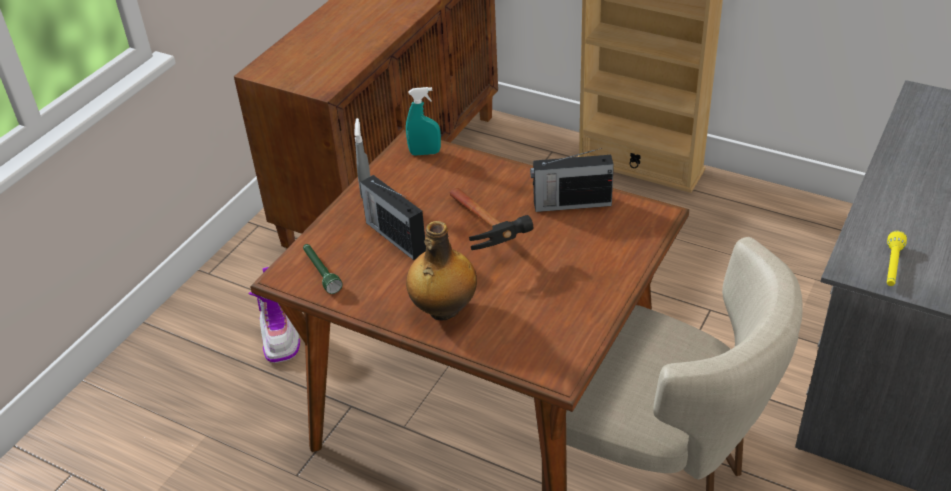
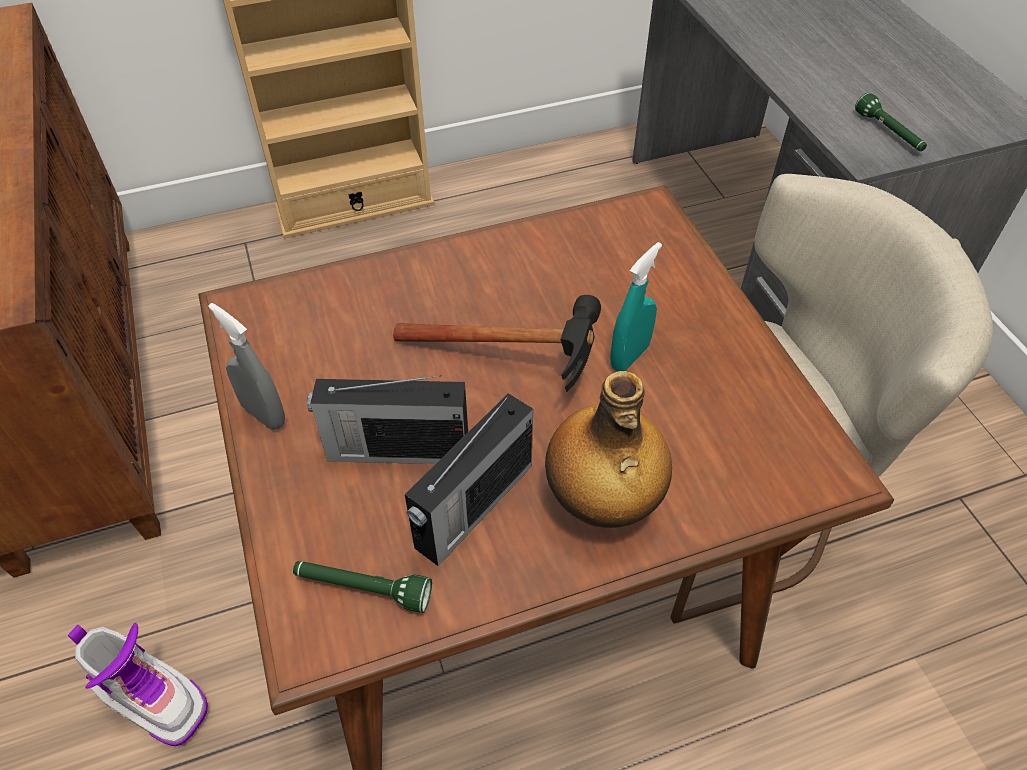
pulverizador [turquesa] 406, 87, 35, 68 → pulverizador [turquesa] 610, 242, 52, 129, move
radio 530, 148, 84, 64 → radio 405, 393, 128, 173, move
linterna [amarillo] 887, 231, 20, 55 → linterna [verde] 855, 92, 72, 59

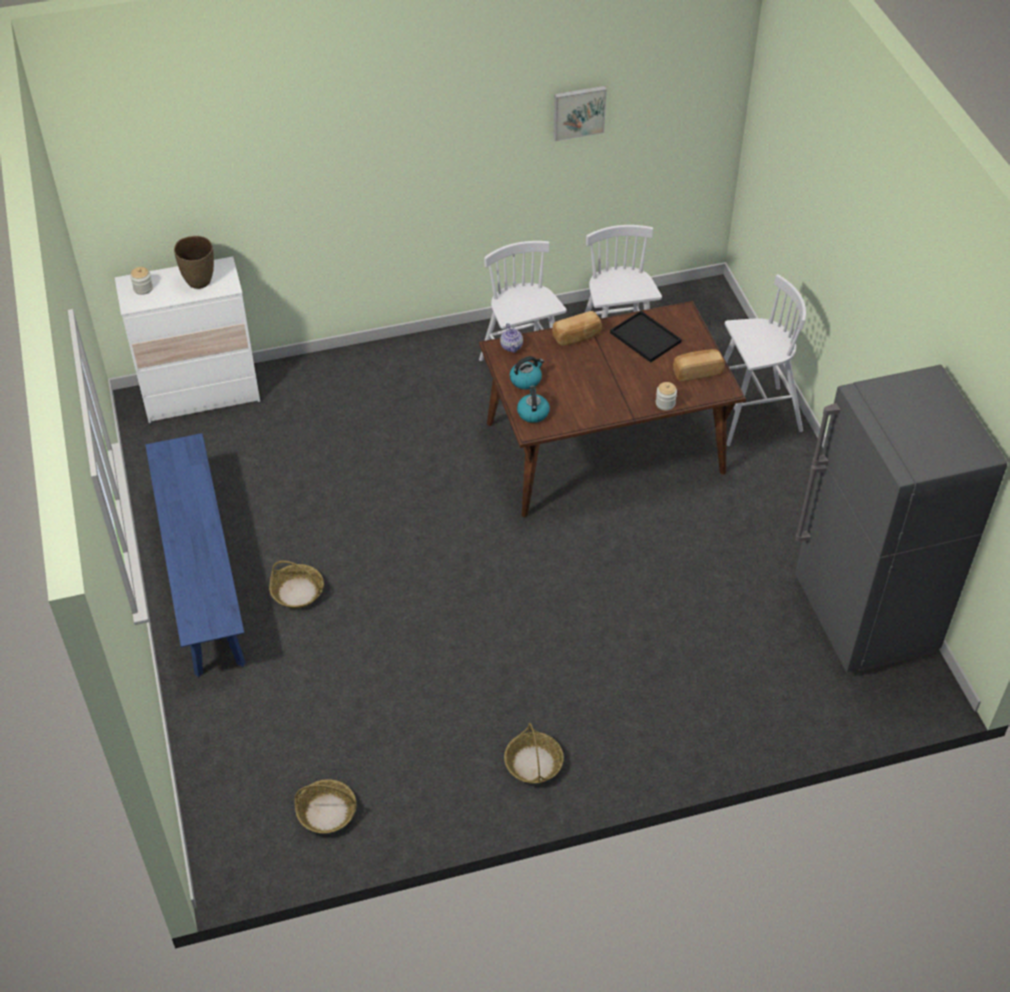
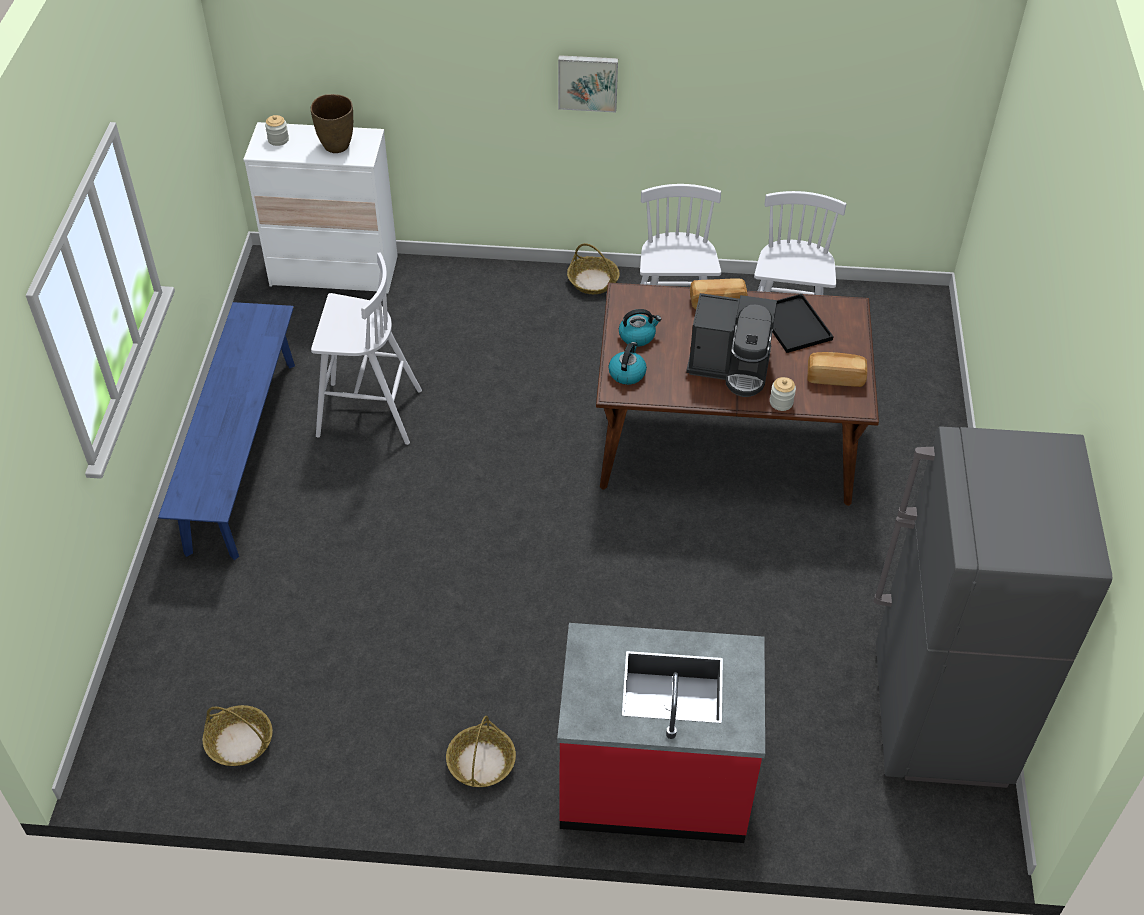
cesta 269, 561, 55, 48 → cesta 567, 243, 53, 51, move
tetera 500, 323, 23, 30 → -
cuadro 553, 86, 54, 55 → cuadro 558, 55, 60, 57, move
taburete [blanco] 724, 274, 82, 172 → taburete [blanco] 311, 253, 111, 192, move
- → mueble bajo de cocina [rojo] 557, 623, 208, 220
- → cafetera 686, 293, 91, 104

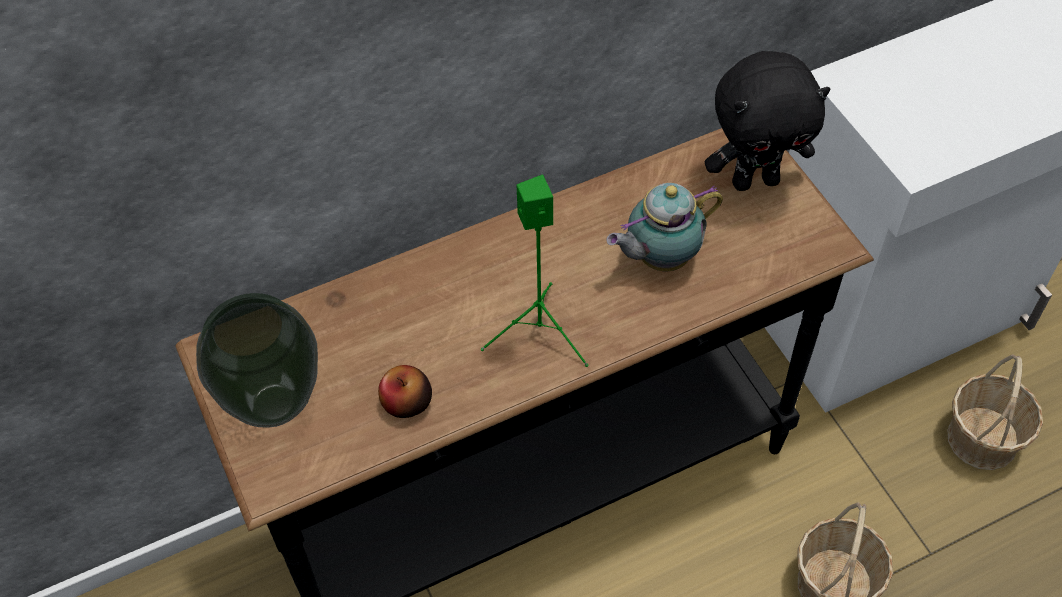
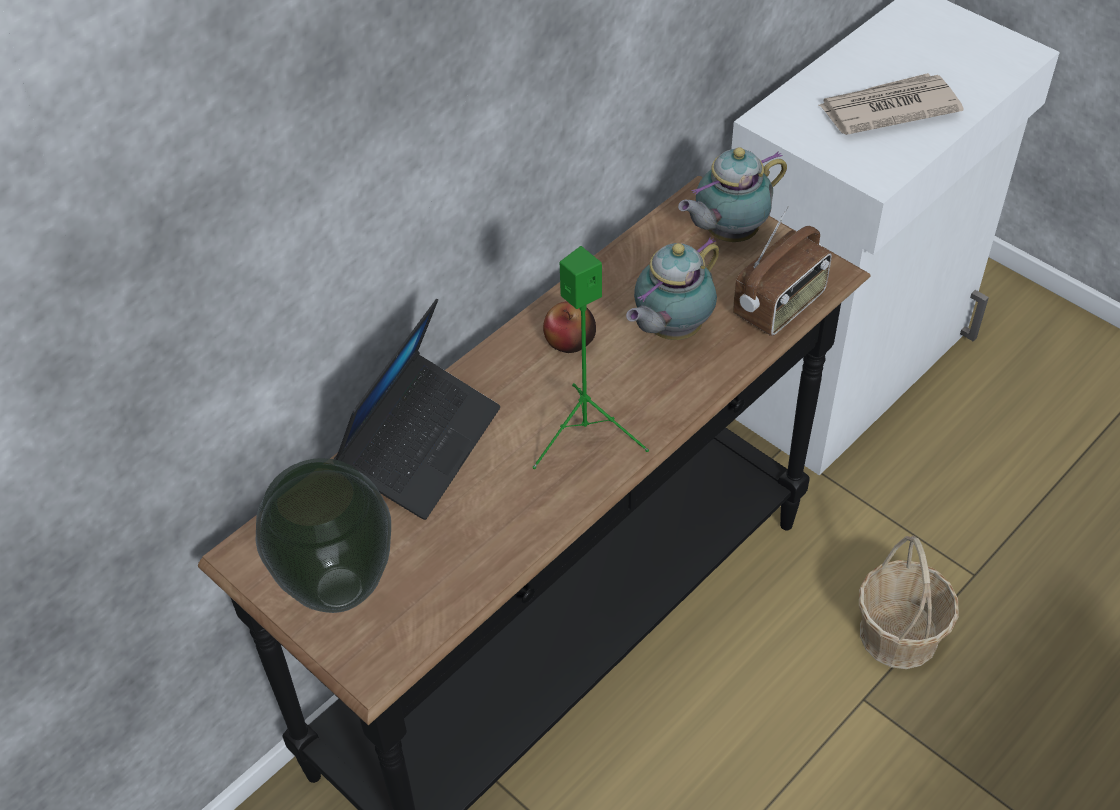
manzana 378, 365, 54, 53 → manzana 543, 301, 53, 52, move
peluche [negro] 705, 51, 126, 140 → tetera 678, 147, 109, 95
cesta 947, 354, 96, 116 → -
- → portátil 334, 299, 166, 221
- → radio 733, 206, 99, 130
- → periódico 818, 73, 146, 62

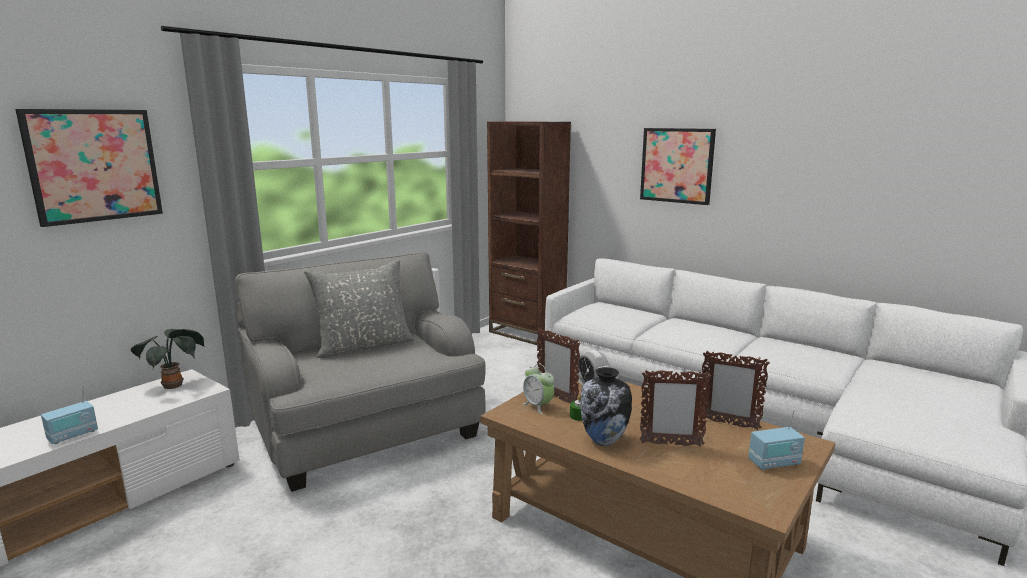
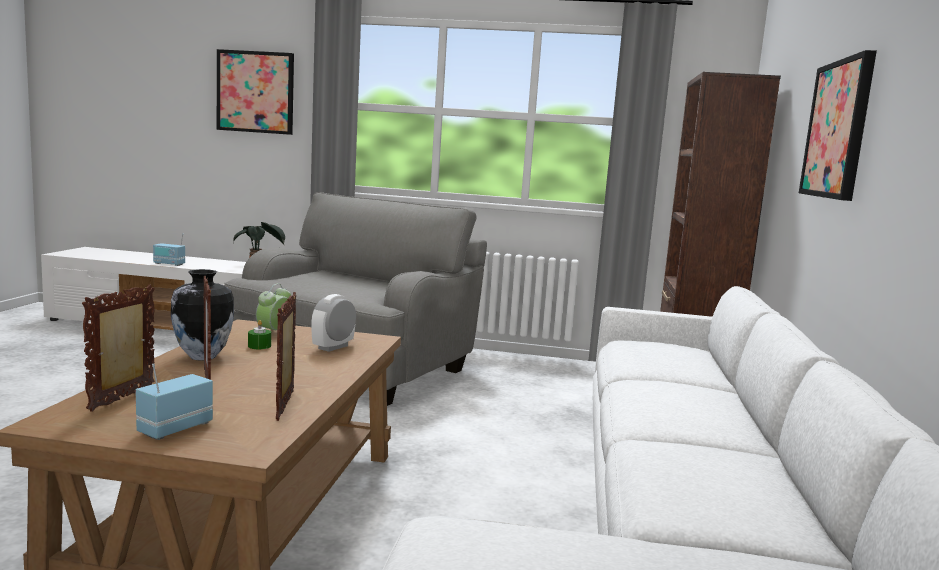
cojín [gris] 304, 260, 110, 98 → -
portarretratos 537, 328, 43, 75 → portarretratos 82, 284, 73, 128, move
radio 748, 410, 57, 60 → radio 135, 364, 78, 76, 75 degrees clockwise

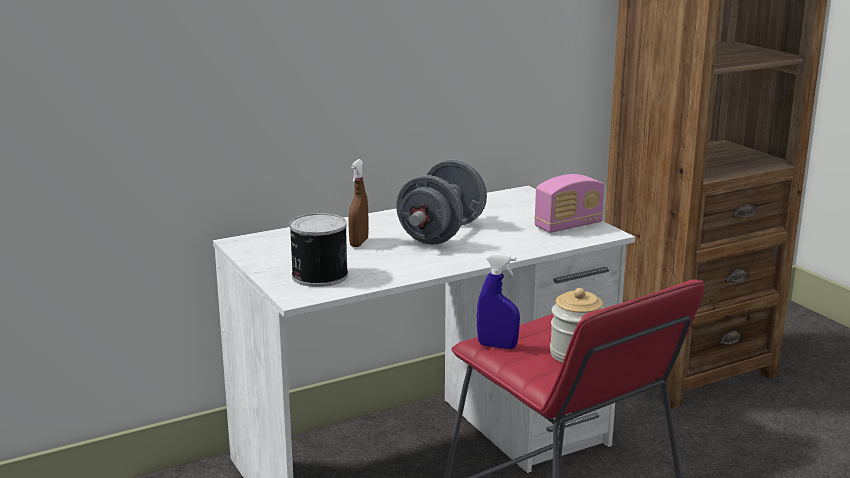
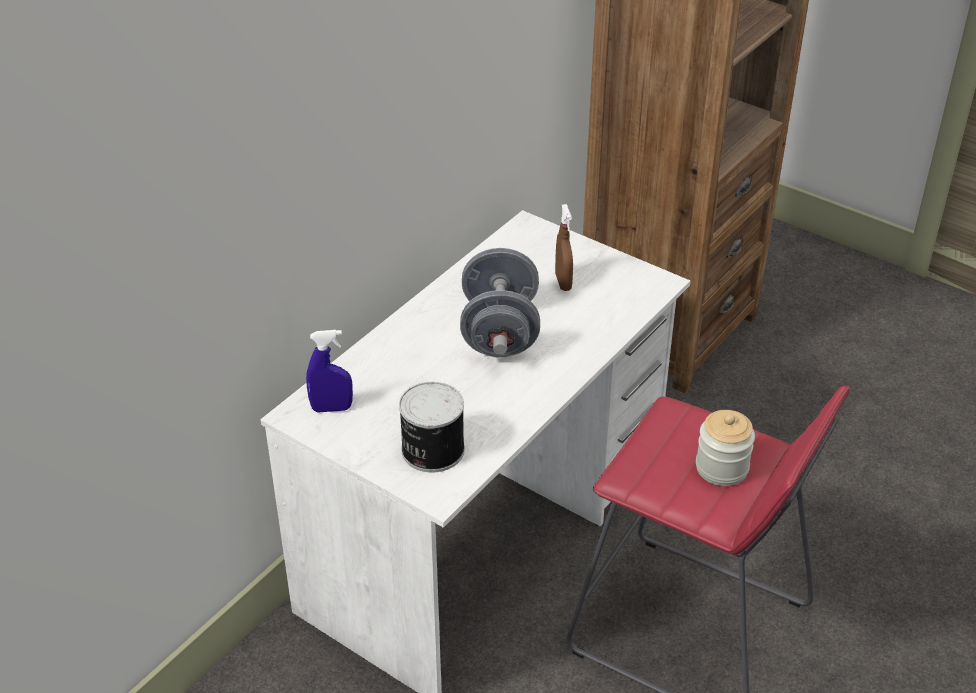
pulverizador [marrón] 349, 159, 20, 88 → pulverizador [marrón] 555, 204, 18, 87, move
pulverizador [azul] 477, 254, 43, 95 → pulverizador [azul] 306, 330, 47, 82, move
radio 534, 174, 70, 59 → -

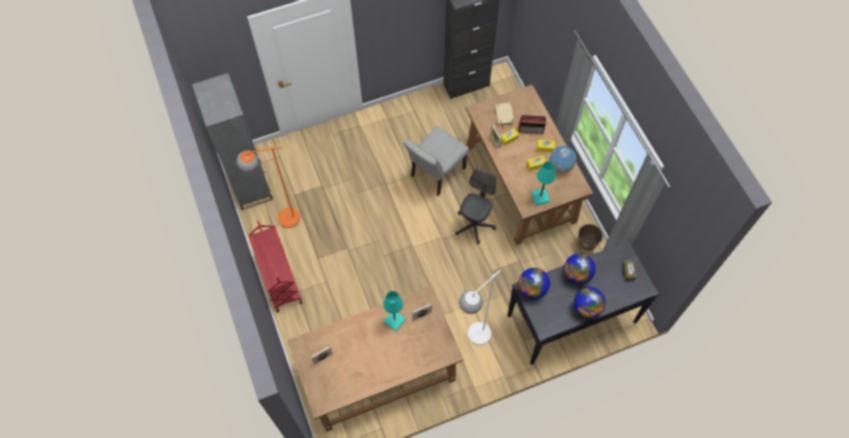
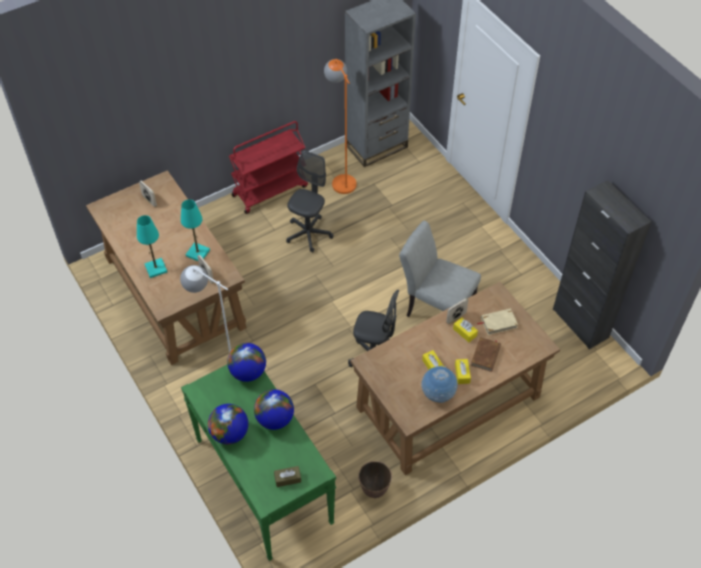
mesa consola [negro] 507, 240, 152, 125 → mesa consola [verde] 181, 365, 155, 196
radio 519, 115, 28, 19 → libro [marrón] 471, 337, 30, 35
lámpara de mesa [turquesa] 531, 161, 24, 44 → lámpara de mesa [turquesa] 137, 215, 30, 63, move
- → silla de oficina [gris] 286, 151, 48, 102

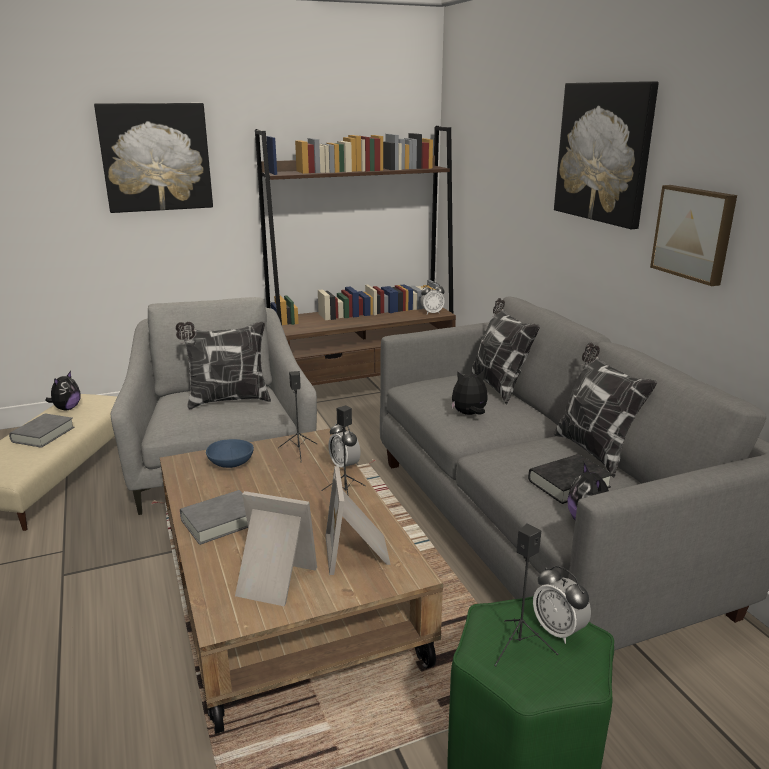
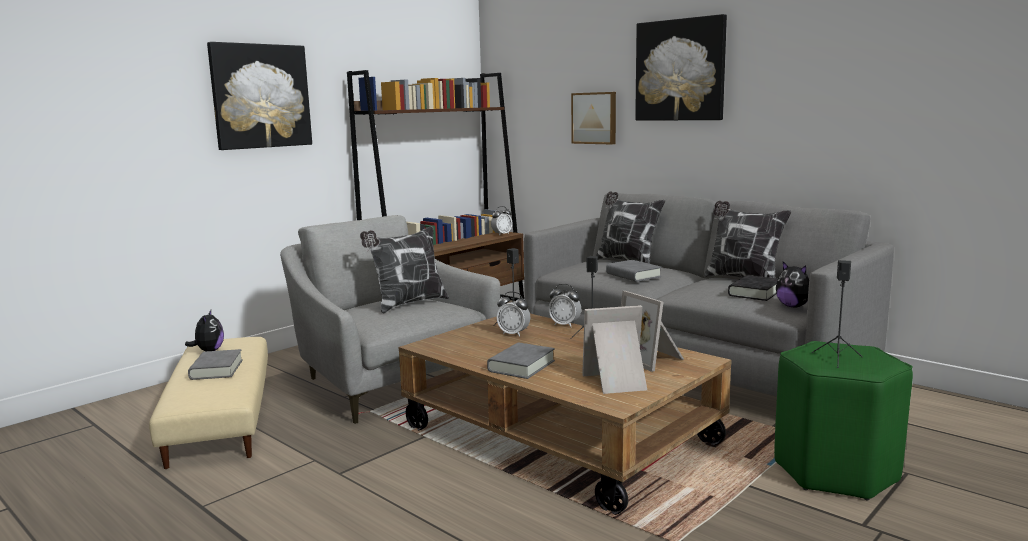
cuenco [azul] 206, 439, 48, 29 → -
peluche 451, 371, 37, 44 → libro [gris] 606, 260, 55, 22
despertador 533, 566, 58, 78 → despertador 497, 292, 33, 45, move
cuadro 650, 185, 87, 101 → cuadro 571, 92, 45, 53, move

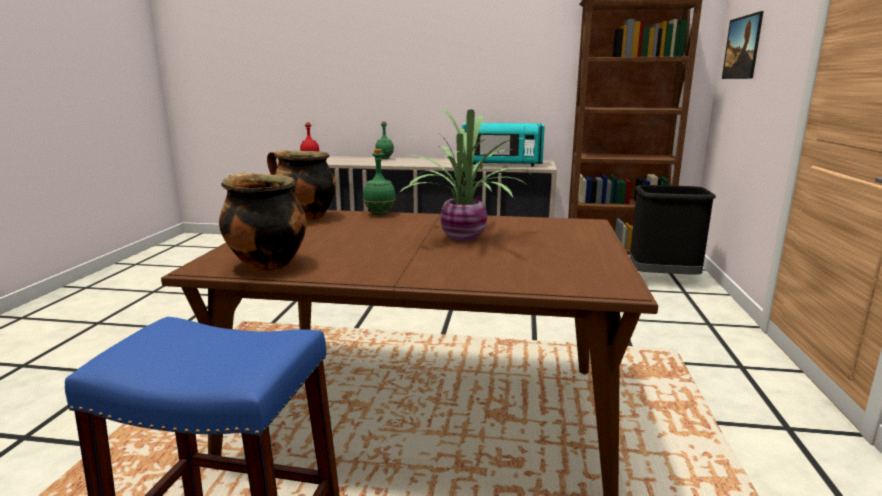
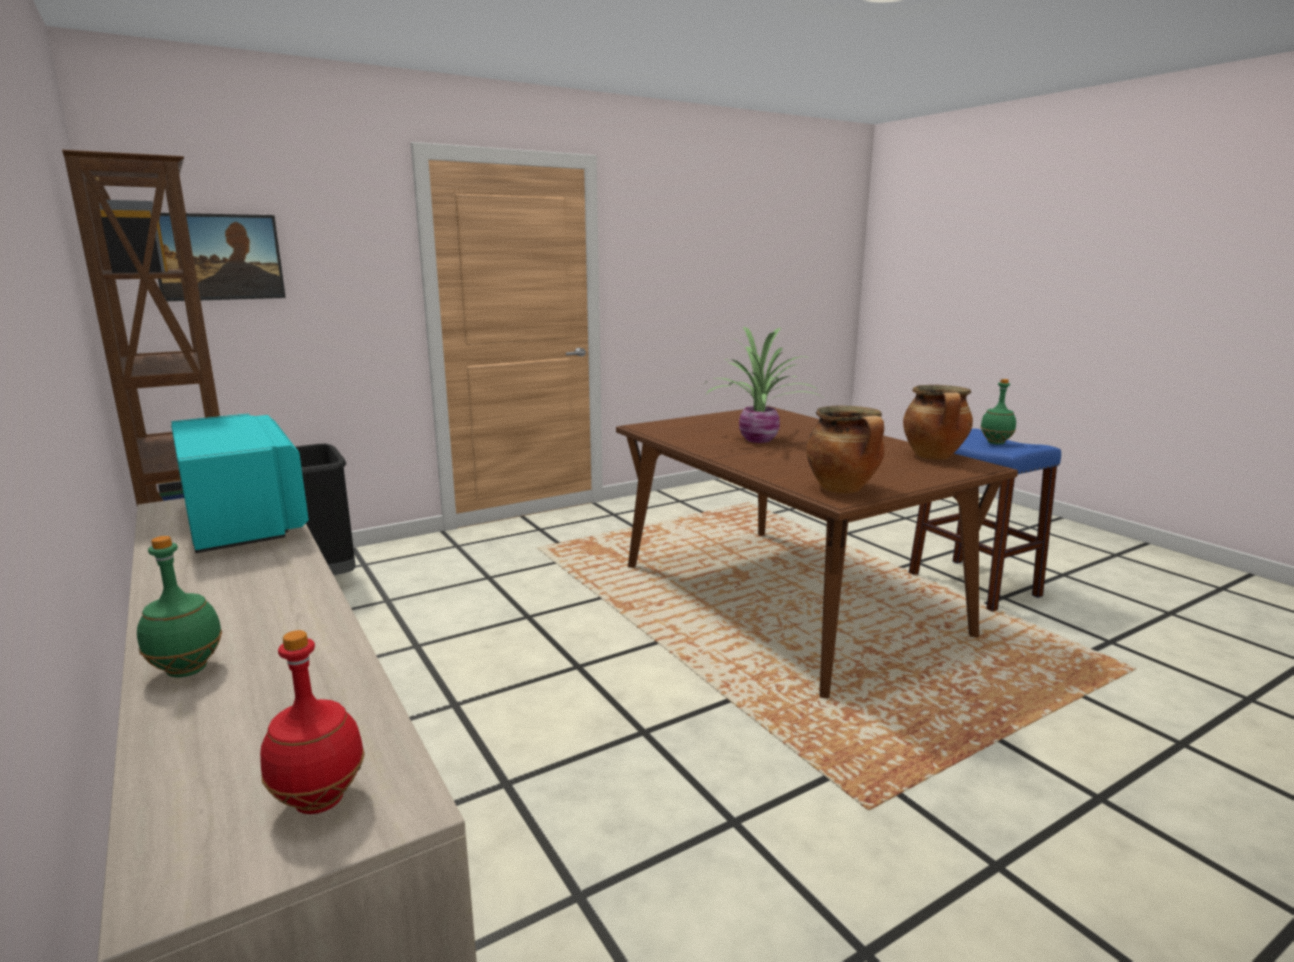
botella [verde] 363, 149, 33, 66 → botella [verde] 980, 379, 36, 66, move

